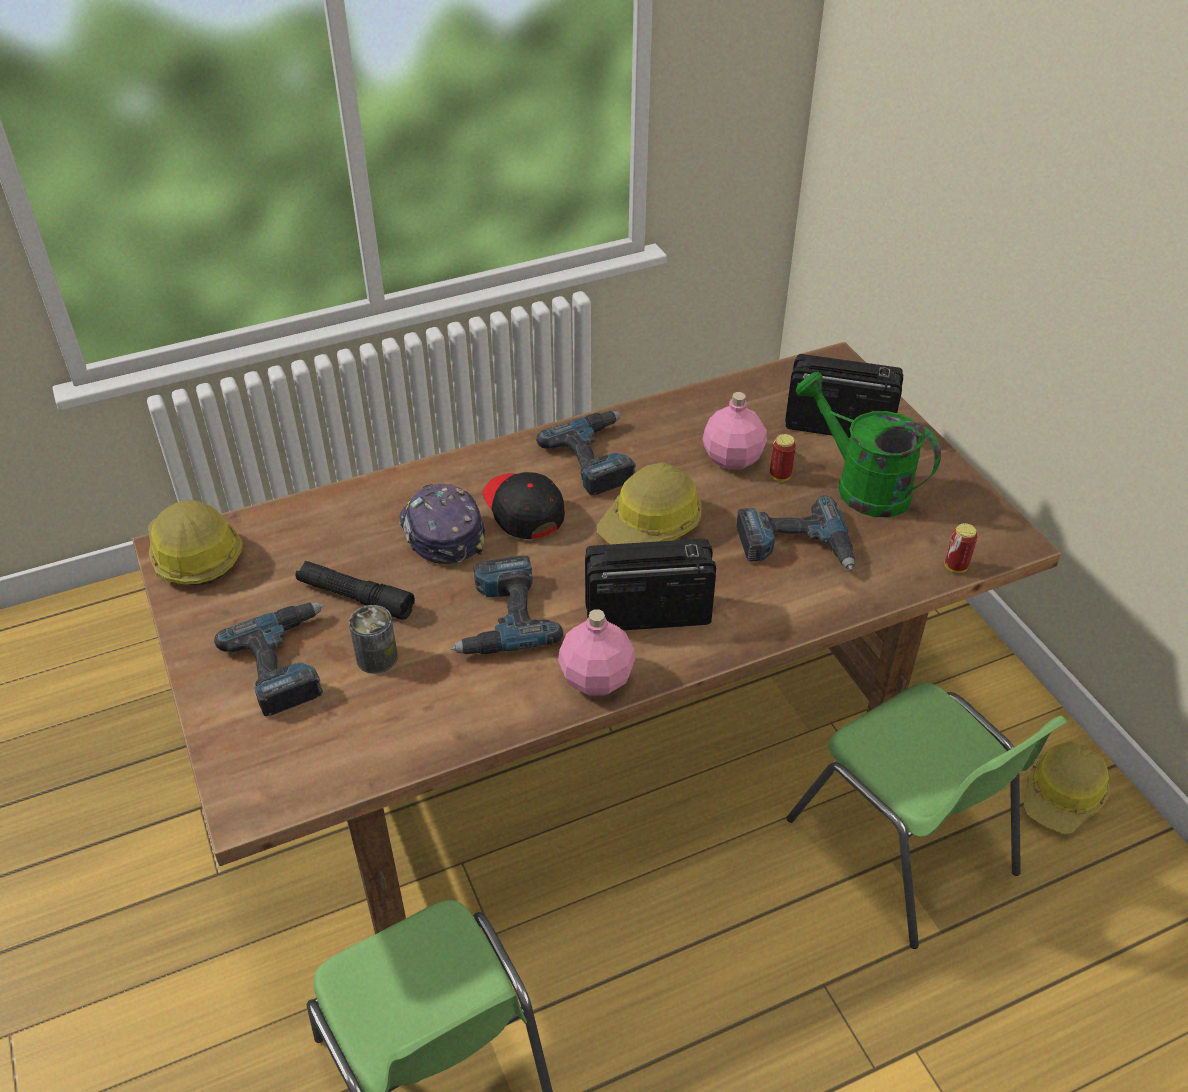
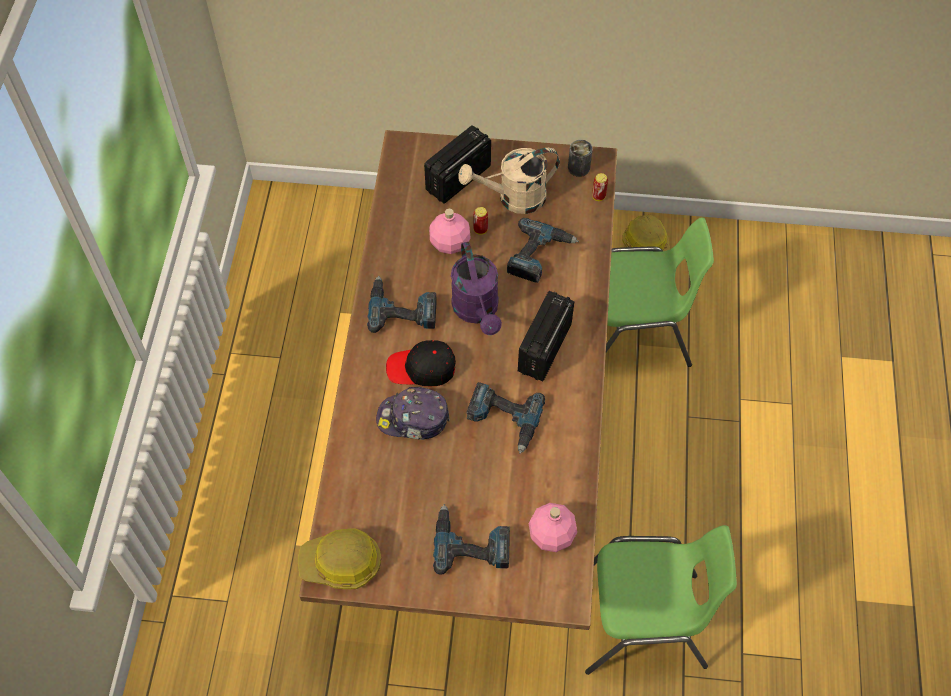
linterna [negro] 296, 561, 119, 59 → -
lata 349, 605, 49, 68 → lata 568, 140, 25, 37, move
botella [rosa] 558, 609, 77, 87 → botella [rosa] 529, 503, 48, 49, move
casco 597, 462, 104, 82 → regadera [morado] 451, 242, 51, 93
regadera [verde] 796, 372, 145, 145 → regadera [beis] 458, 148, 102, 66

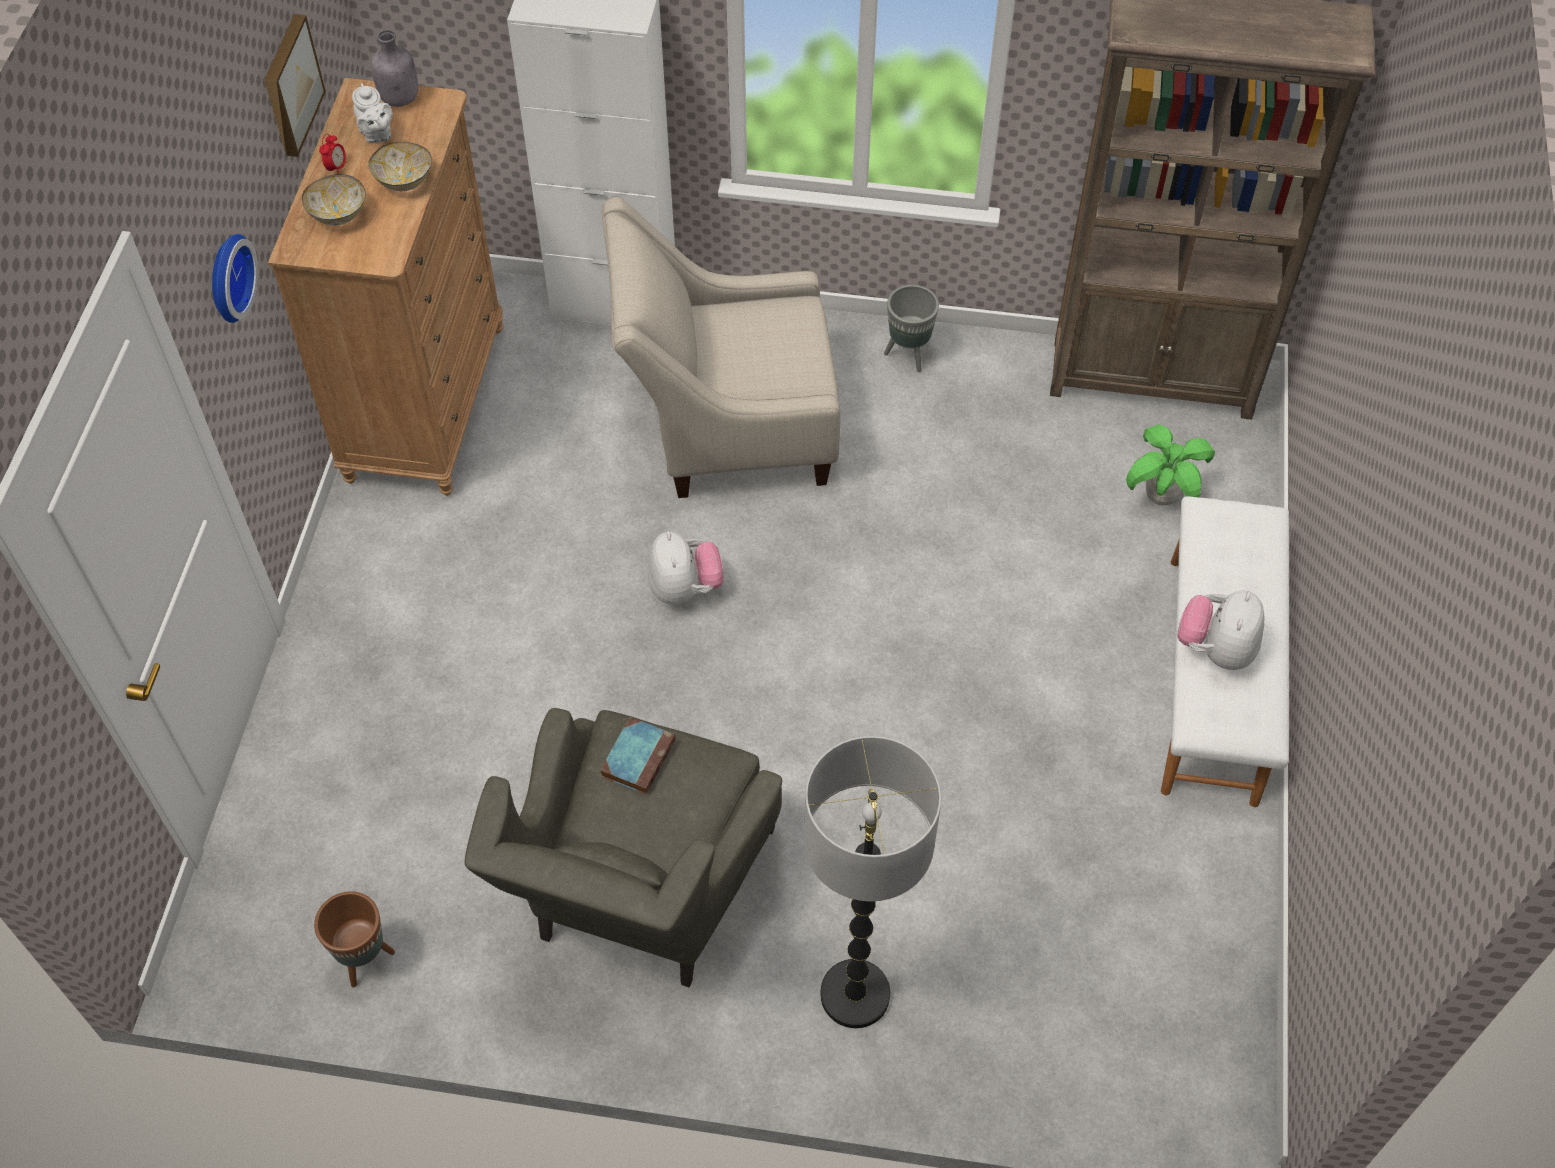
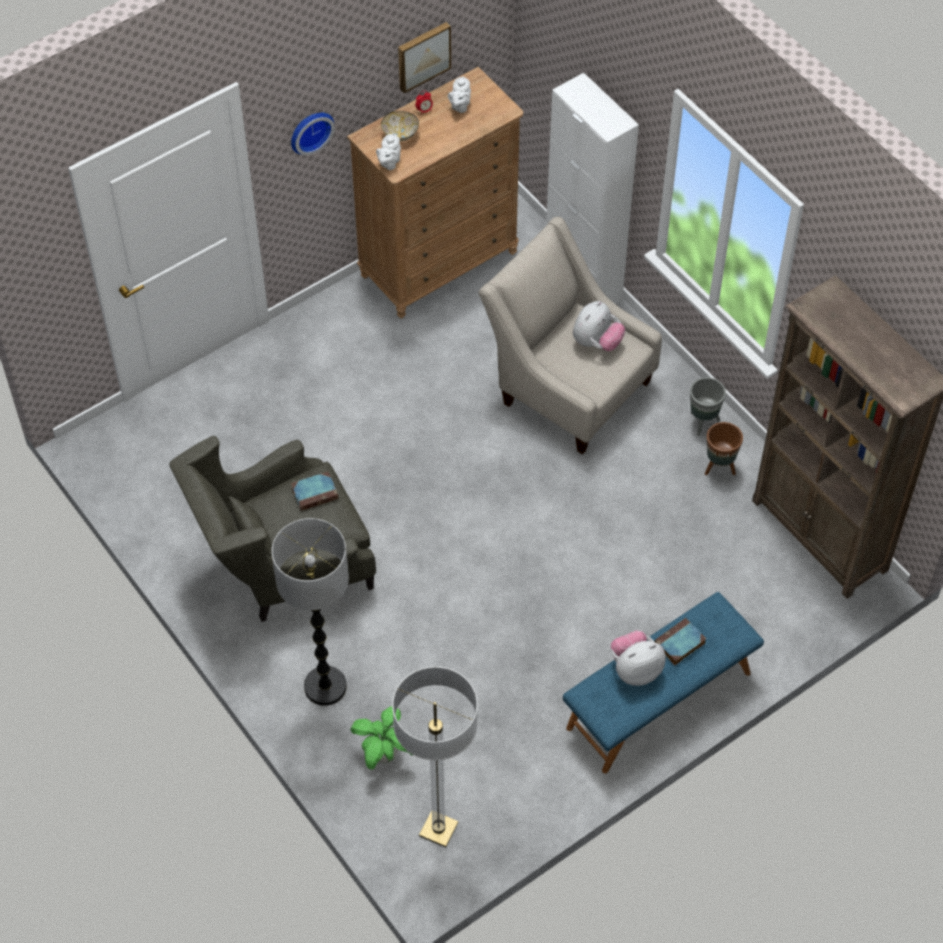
maceta [marrón] 314, 891, 81, 96 → maceta [marrón] 705, 422, 38, 53, move
cuenco 369, 142, 63, 49 → -
botella [gris] 371, 29, 47, 78 → -
peluche 648, 531, 76, 74 → peluche 573, 301, 52, 50, move
planta en maceta 1126, 425, 89, 81 → planta en maceta 351, 706, 61, 64, move
banco [blanco] 1161, 496, 128, 311 → banco [azul] 563, 592, 201, 182
- → tetera [blanco] 376, 134, 25, 36
- → lámpara de pie 392, 666, 86, 181
- → libro 654, 618, 52, 47

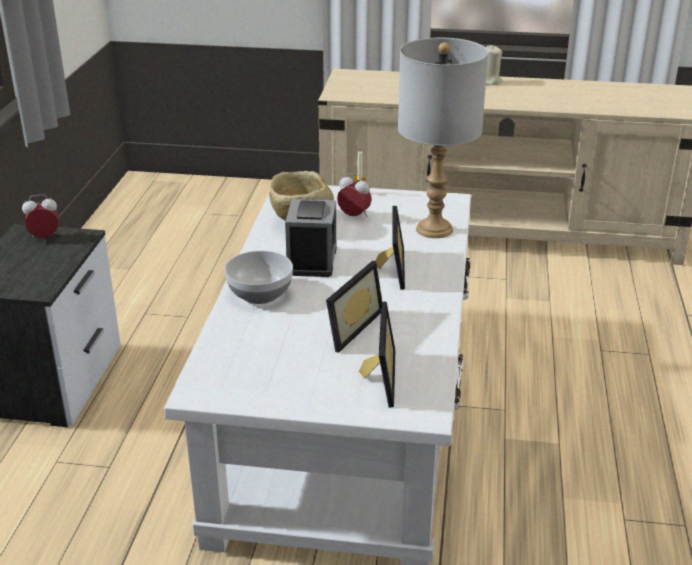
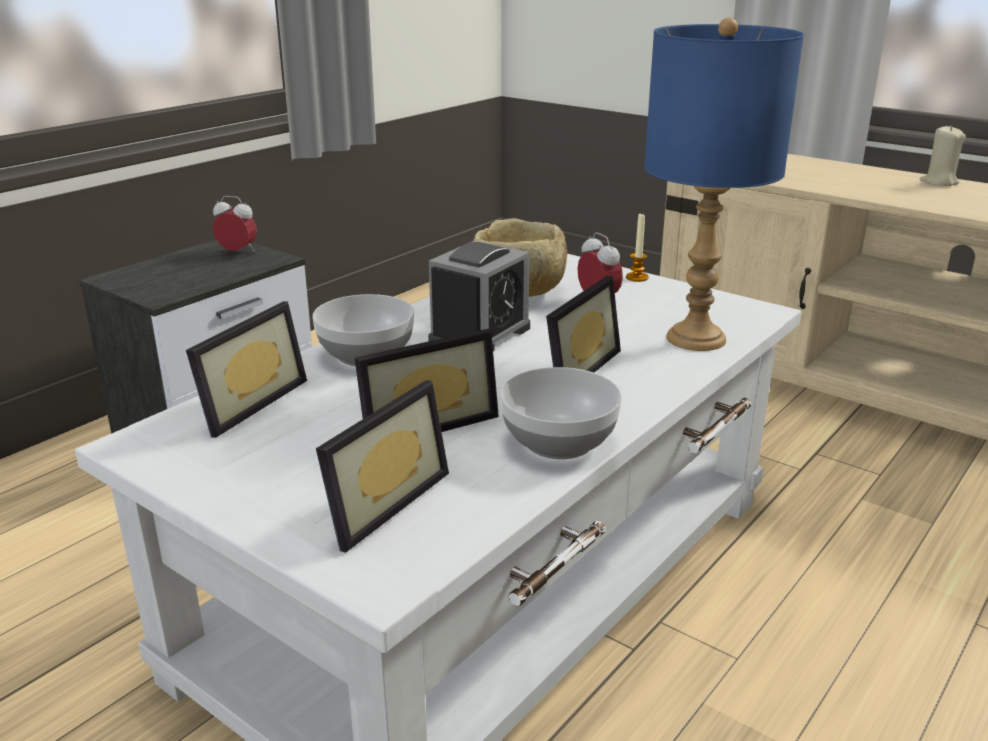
lámpara de mesa [gris] 398, 38, 90, 200 → lámpara de mesa [azul] 644, 18, 160, 333
- → portarretratos 186, 301, 121, 137
- → cuenco 500, 367, 122, 92

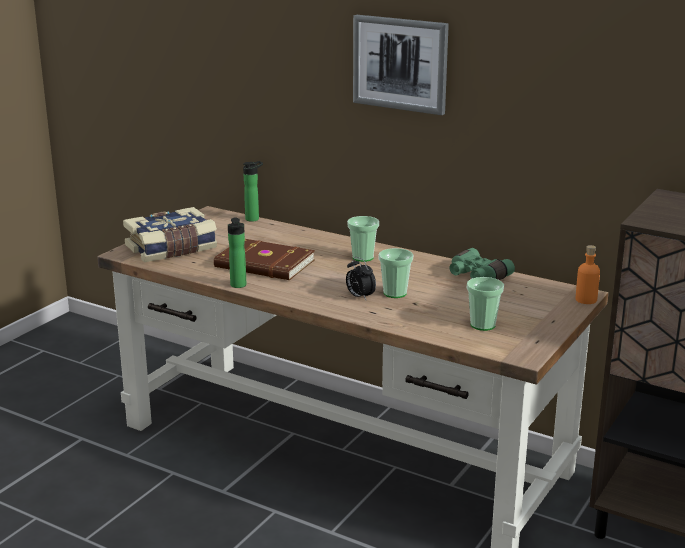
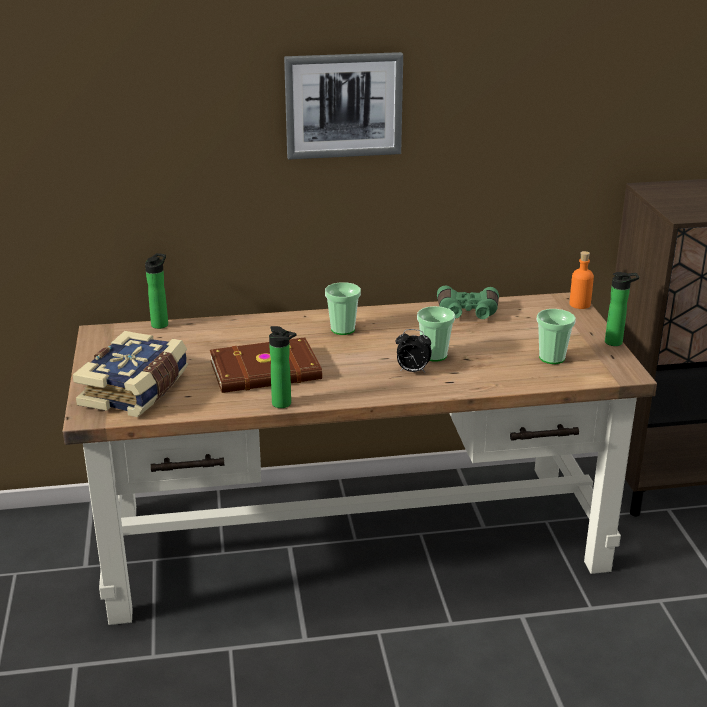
- → botella 605, 272, 34, 74

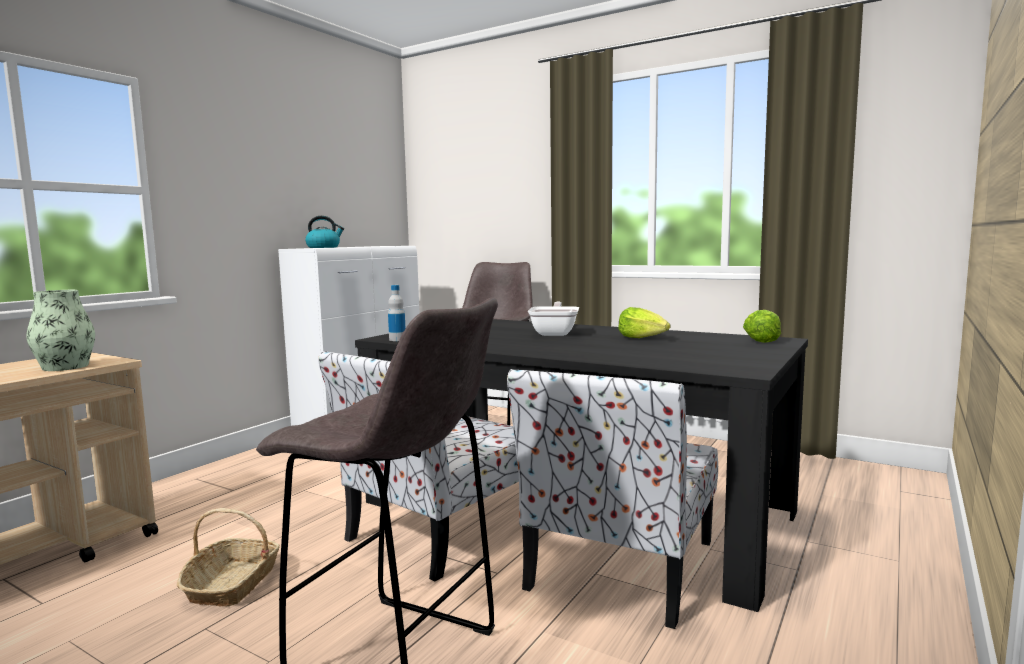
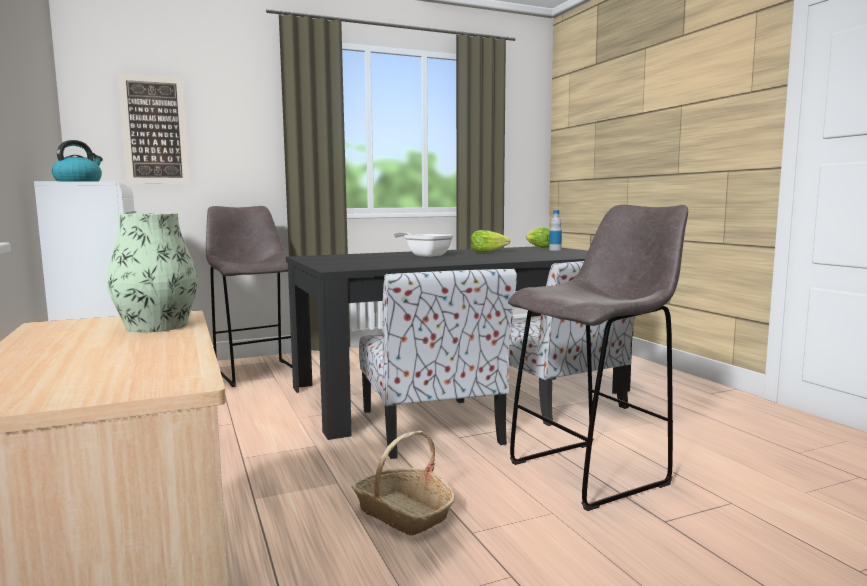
botella 388, 285, 18, 56 → botella 549, 210, 13, 41, move
- → cuadro 118, 73, 72, 111

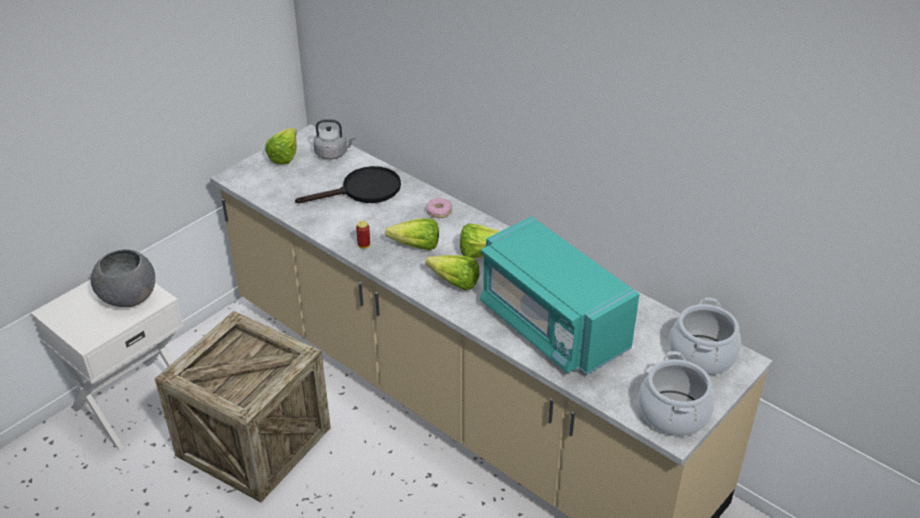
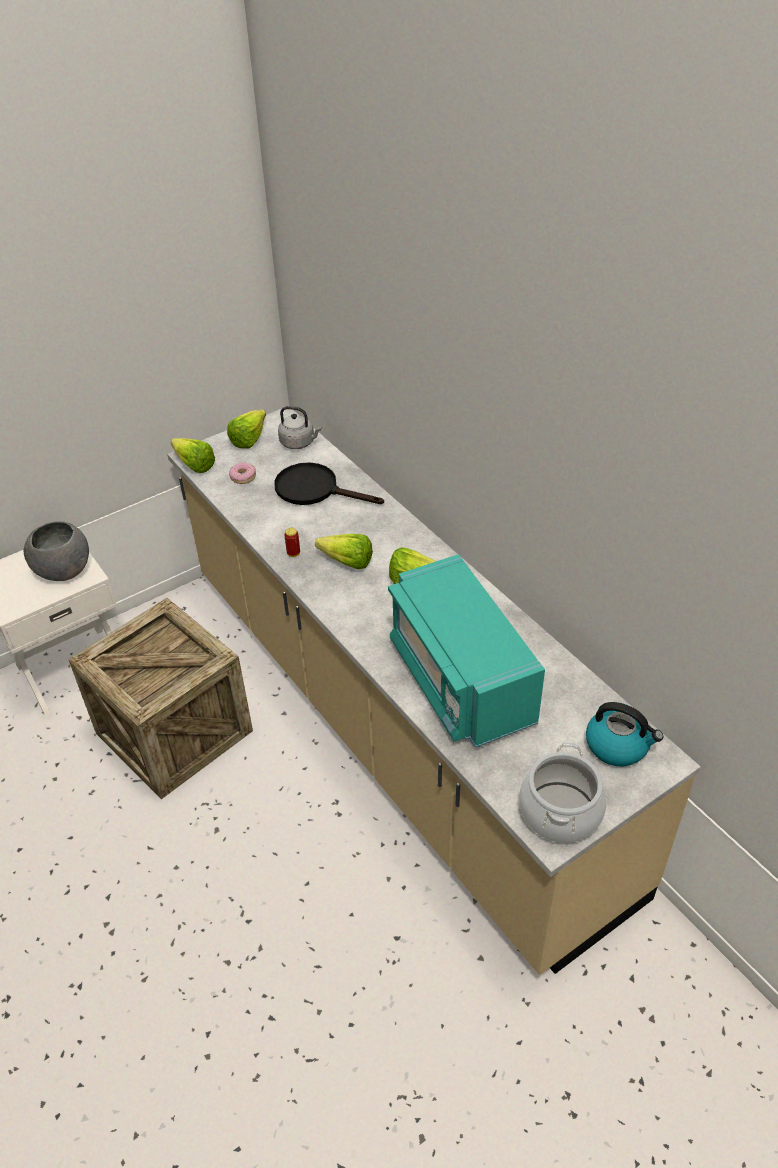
sartén [negro] 295, 166, 106, 37 → sartén [negro] 275, 462, 109, 43, 150 degrees counterclockwise
lechuga 425, 255, 55, 35 → lechuga 171, 438, 44, 35, move
rosquilla 426, 198, 26, 20 → rosquilla 229, 463, 27, 21, move
olla 669, 297, 72, 78 → hervidor 586, 702, 77, 64

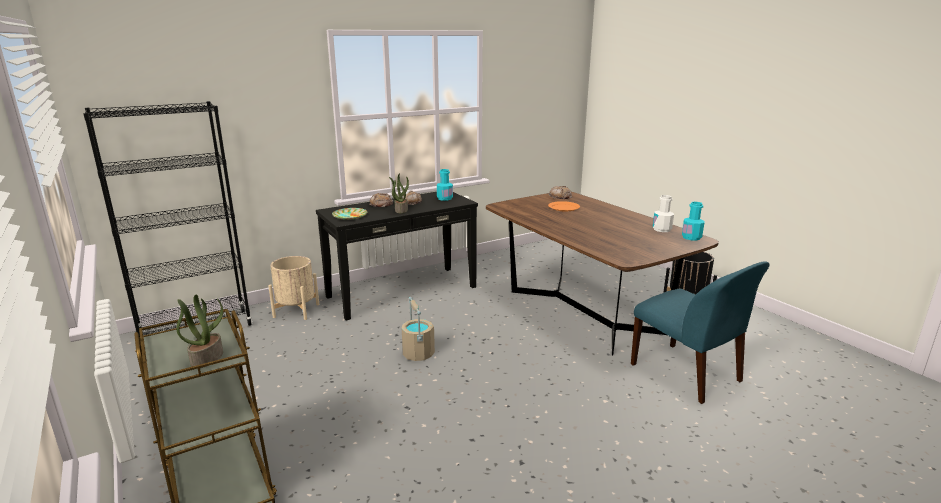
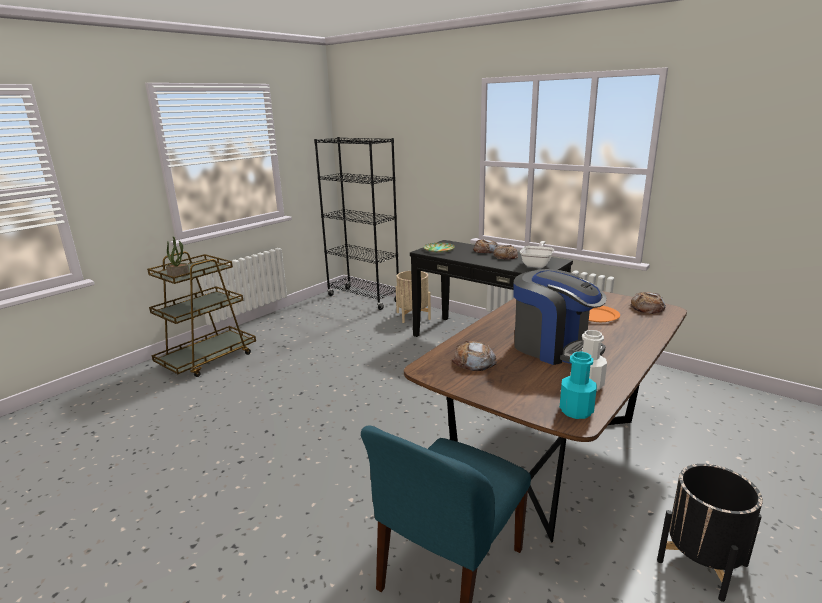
planta en maceta 389, 173, 20, 40 → -
cubo [beis] 402, 297, 33, 64 → -
botella [turquesa] 437, 169, 16, 32 → sartén 520, 241, 34, 27
- → pan 452, 341, 45, 30
- → cafetera 513, 269, 94, 96

